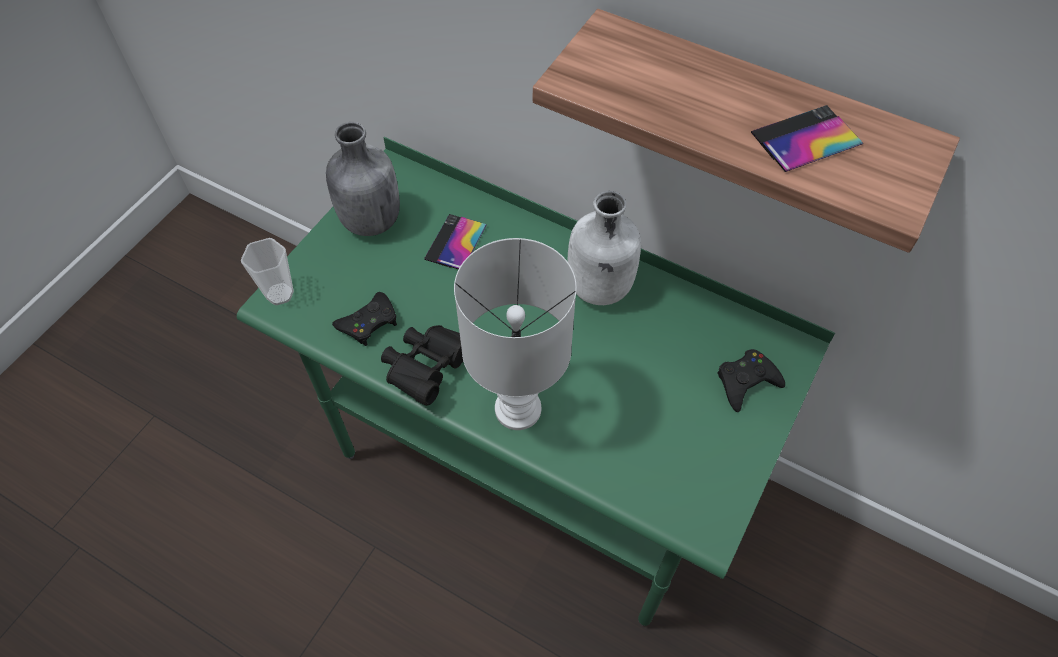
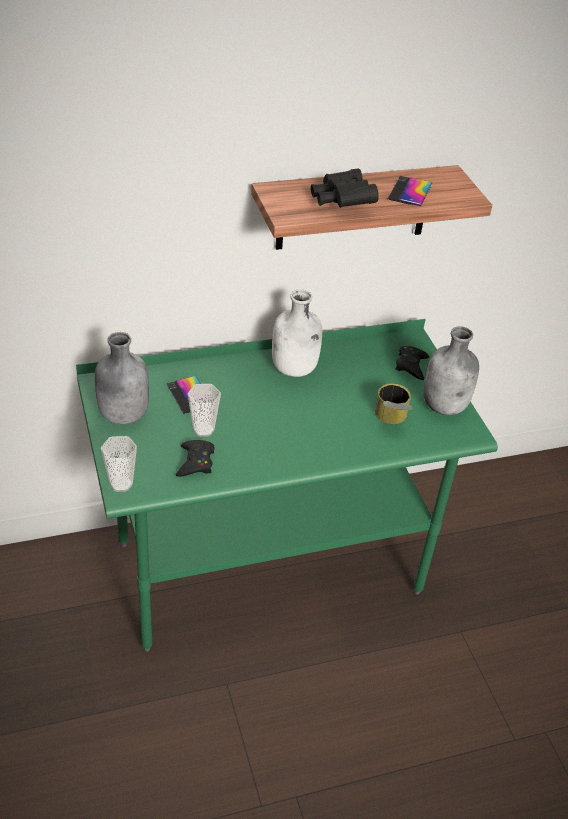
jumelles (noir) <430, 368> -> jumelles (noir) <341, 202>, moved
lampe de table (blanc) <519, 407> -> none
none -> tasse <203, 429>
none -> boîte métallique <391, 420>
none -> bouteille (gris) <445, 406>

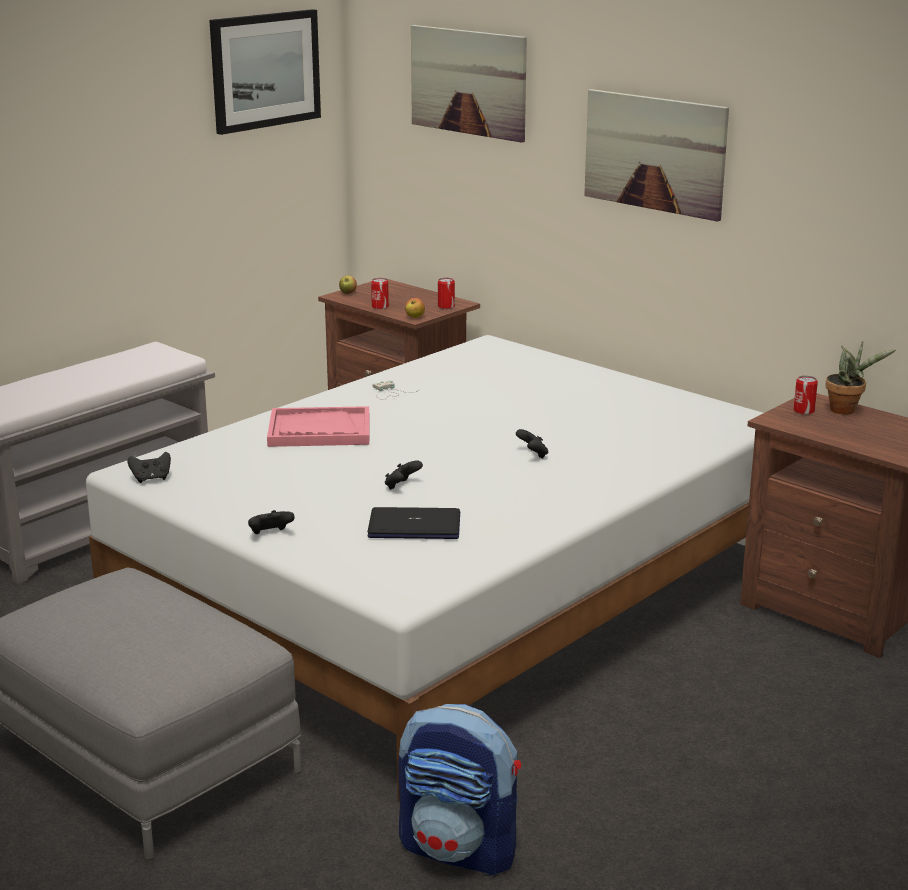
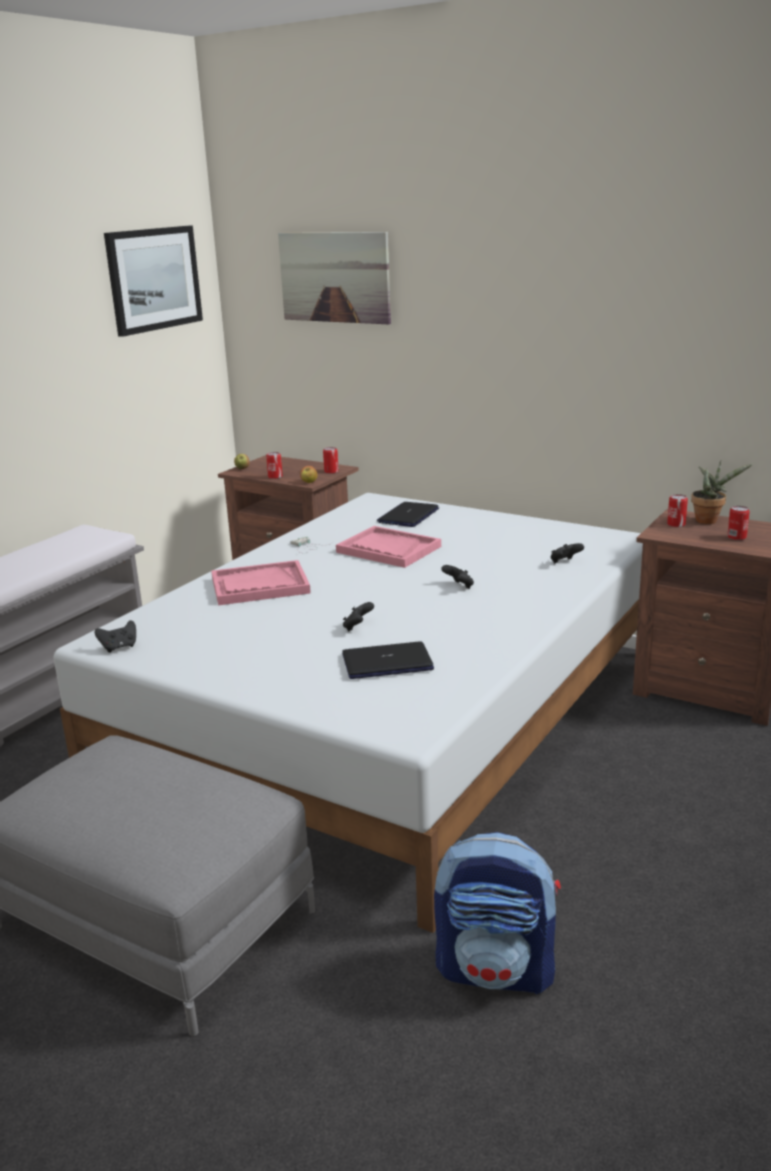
manette (noir) <270, 534> -> manette (noir) <565, 562>, moved
tableau <654, 153> -> none
none -> plateau (rose) <388, 549>
none -> ordinateur portable <408, 516>
none -> boîte métallique <736, 537>

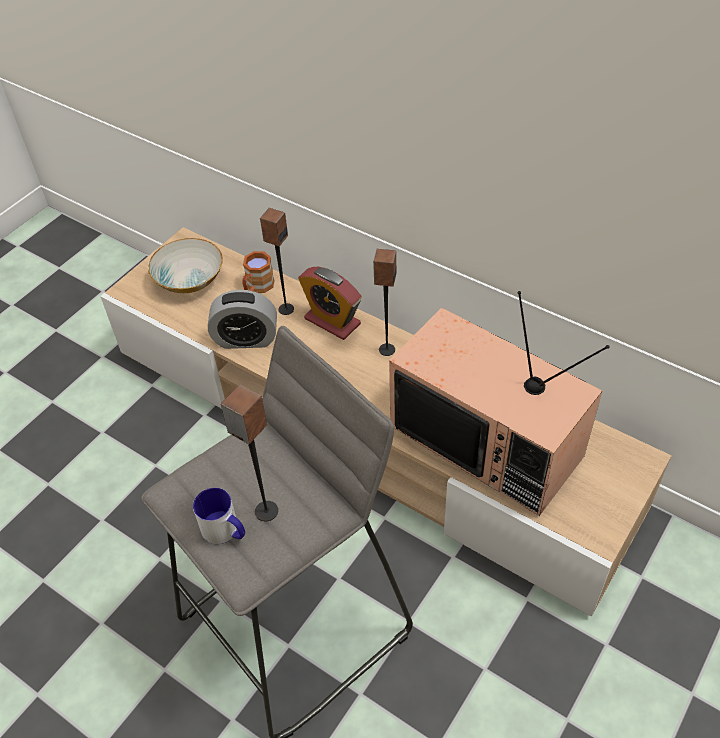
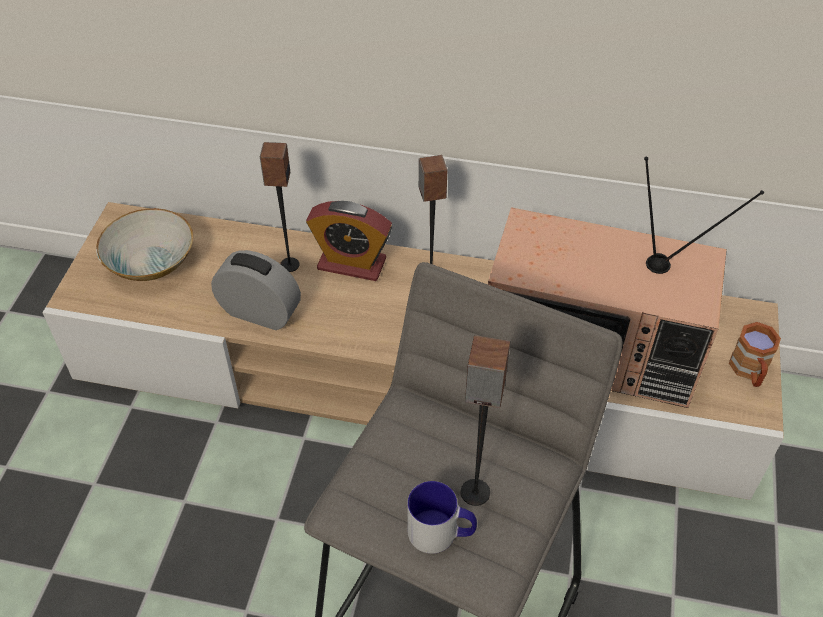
réveil <246, 339> -> réveil <260, 312>, 135 degrees counterclockwise
mug (marron) <257, 287> -> mug (marron) <749, 371>, moved

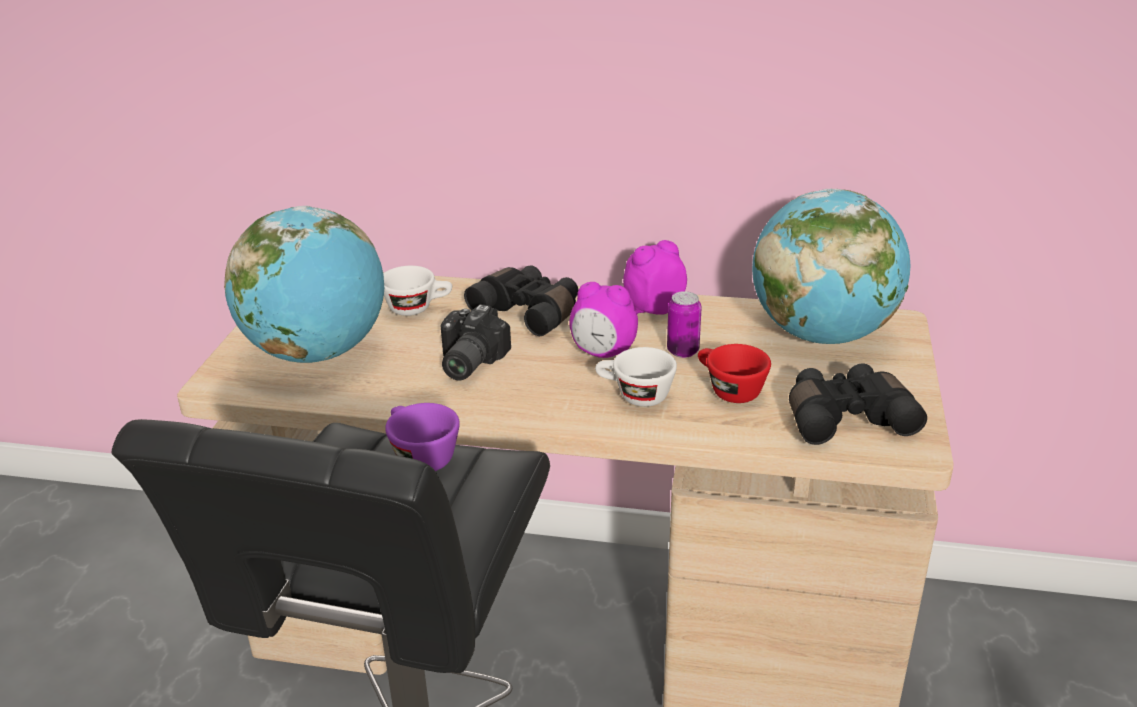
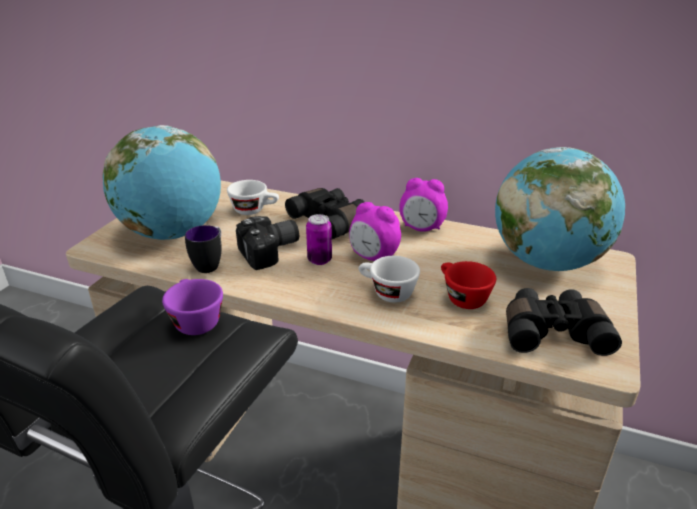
appareil photo <466, 362> -> appareil photo <271, 252>, 150 degrees counterclockwise
réveil <653, 308> -> réveil <421, 229>, 150 degrees counterclockwise
boîte métallique <682, 351> -> boîte métallique <319, 260>, moved
none -> mug <210, 264>

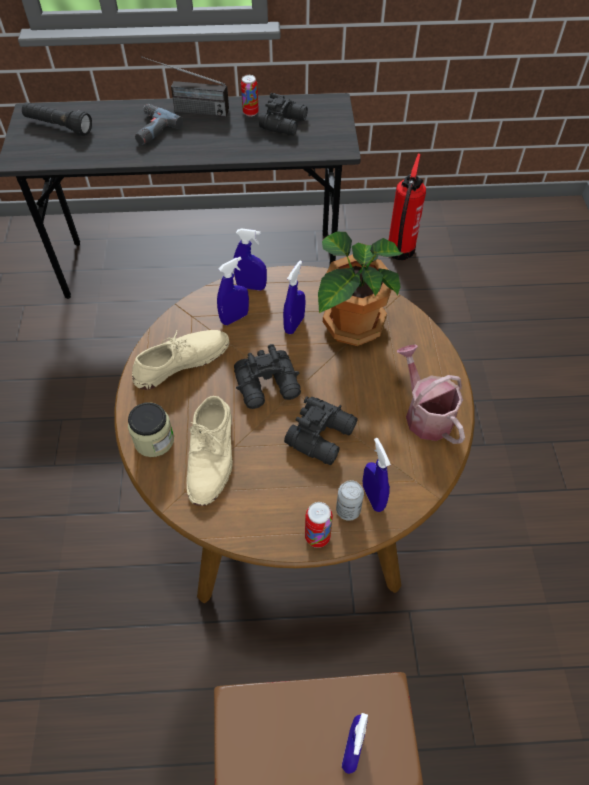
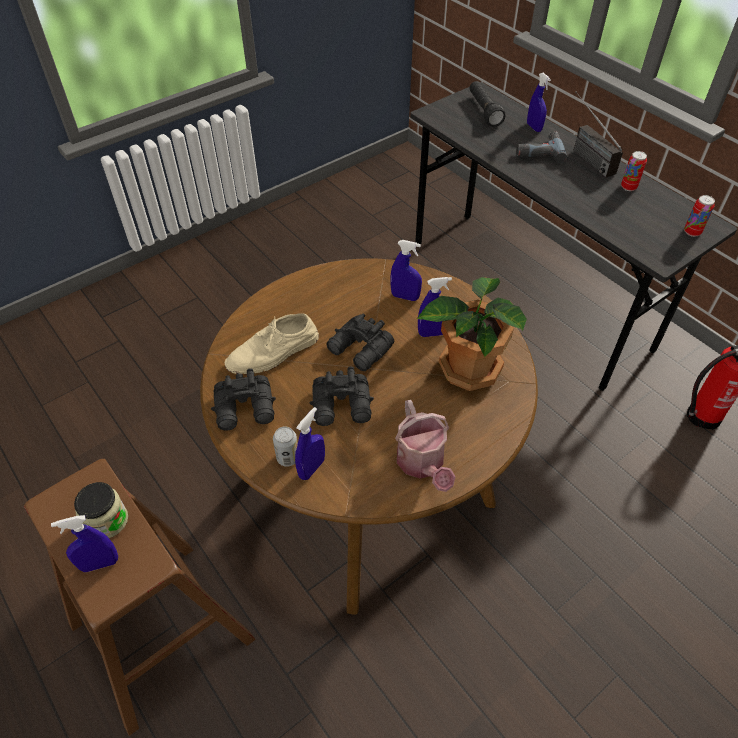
bocal <154, 440> -> bocal <107, 521>, moved
chaussure (beige) <181, 361> -> none
vaporisateur (bleu) <251, 286> -> vaporisateur (bleu) <534, 127>, moved
jumelles (noir) <285, 123> -> jumelles (noir) <246, 409>, moved
boîte métallique <317, 537> -> boîte métallique <692, 232>, moved
arrosoir <425, 414> -> arrosoir <422, 464>, 135 degrees clockwise

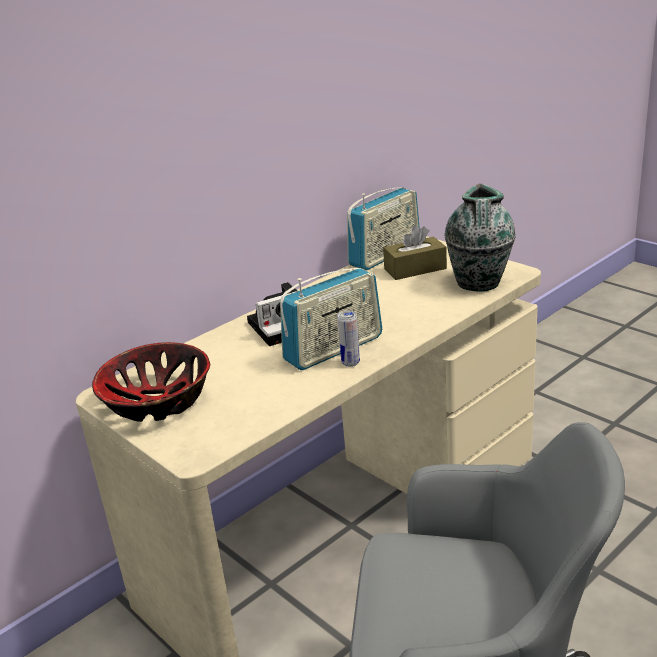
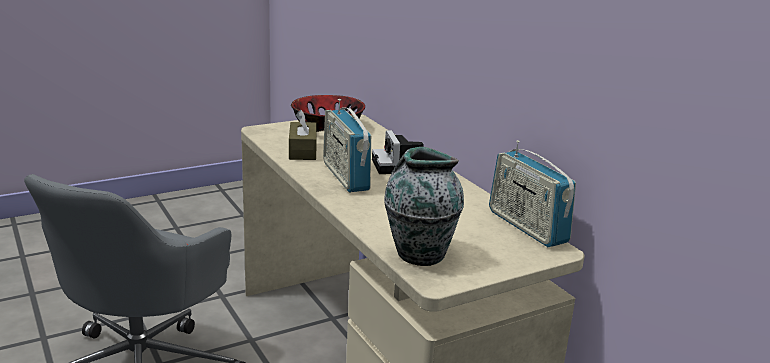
boîte métallique <350, 363> -> none
boîte à mouchoirs (marron) <415, 269> -> boîte à mouchoirs (marron) <302, 150>, moved

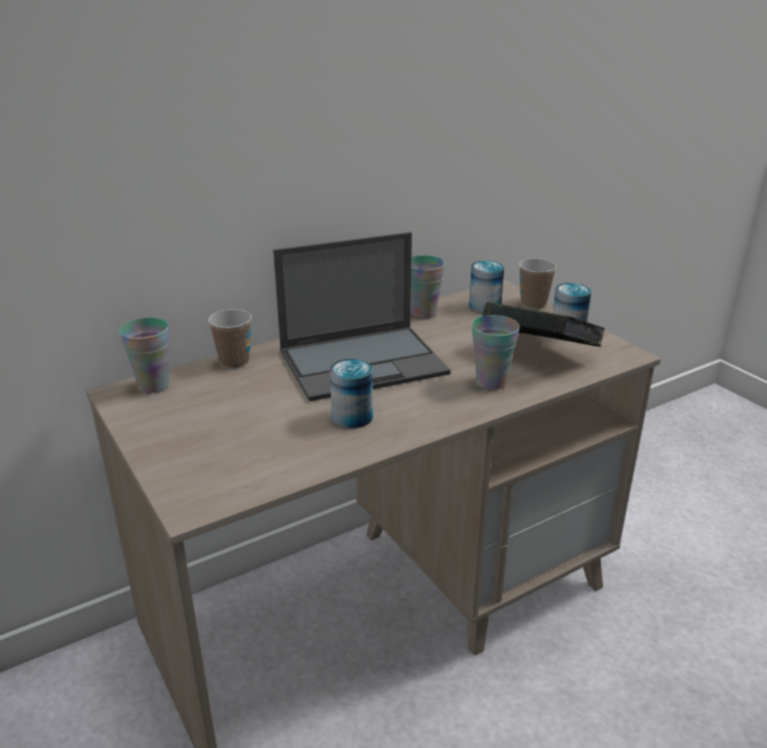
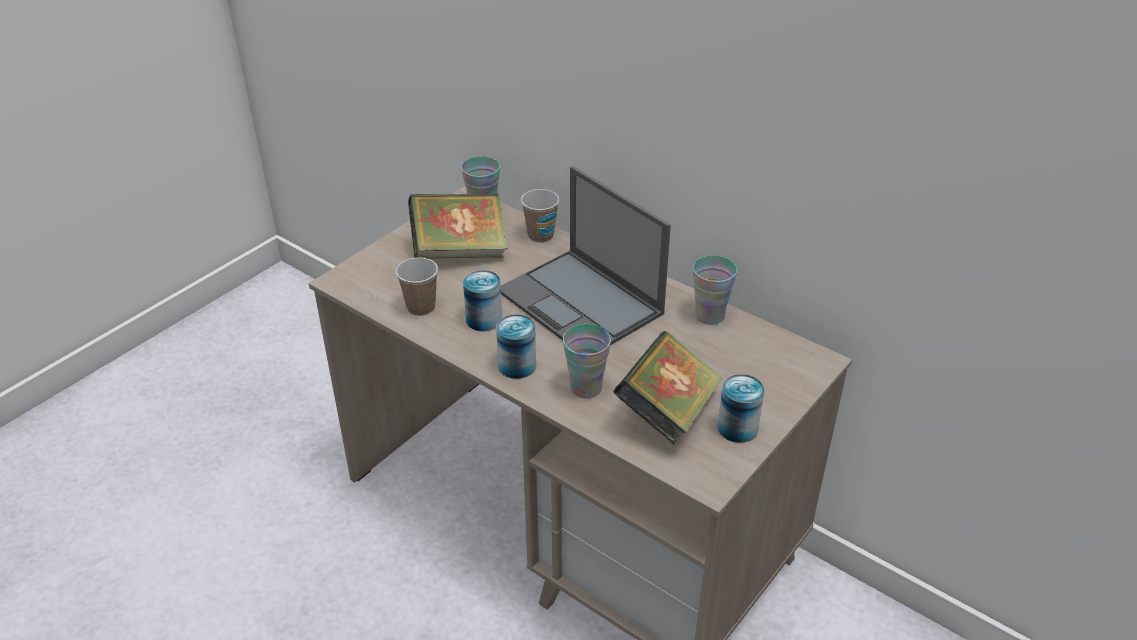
boîte métallique <485, 306> -> boîte métallique <517, 365>, moved
tasse <533, 304> -> tasse <421, 307>, moved
none -> livre <460, 251>

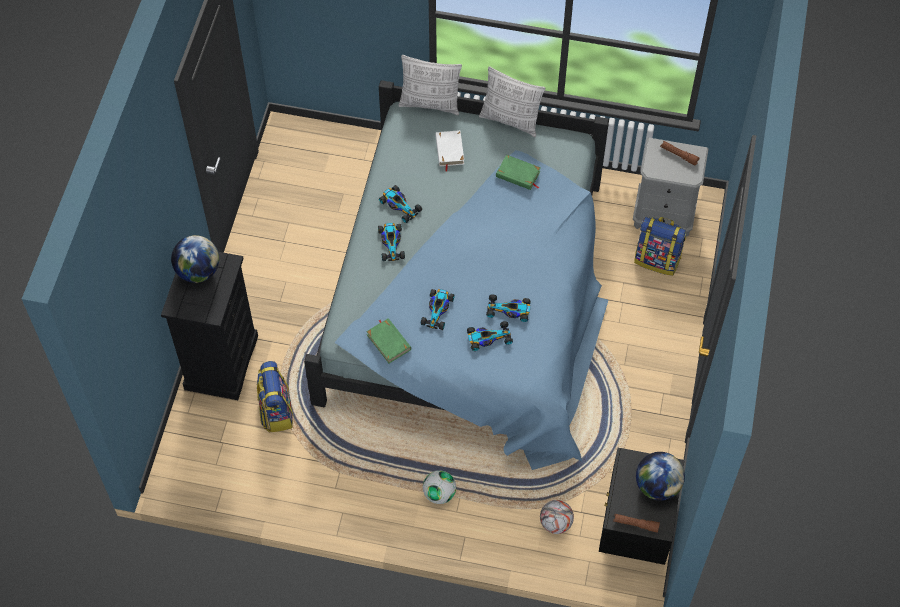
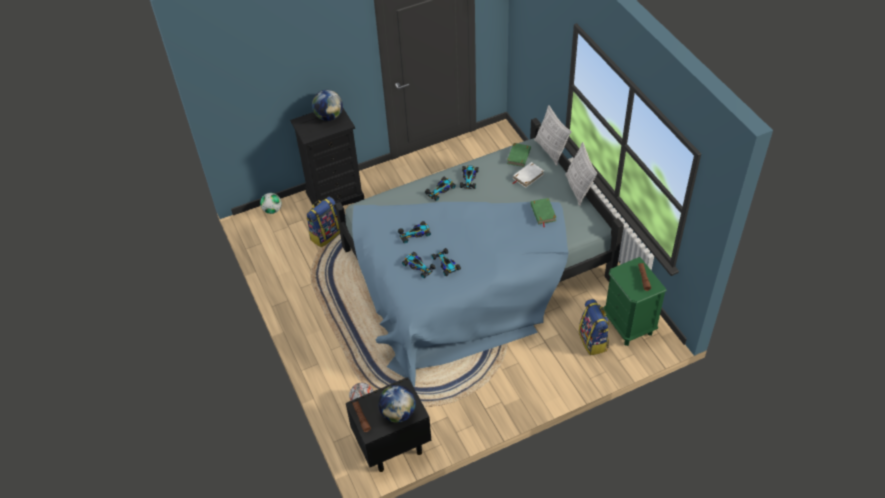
livre (vert) <389, 342> -> livre (vert) <519, 156>, moved
ballon de foot <439, 494> -> ballon de foot <272, 210>, moved
table de chevet (gris) <664, 215> -> table de chevet (vert) <628, 324>

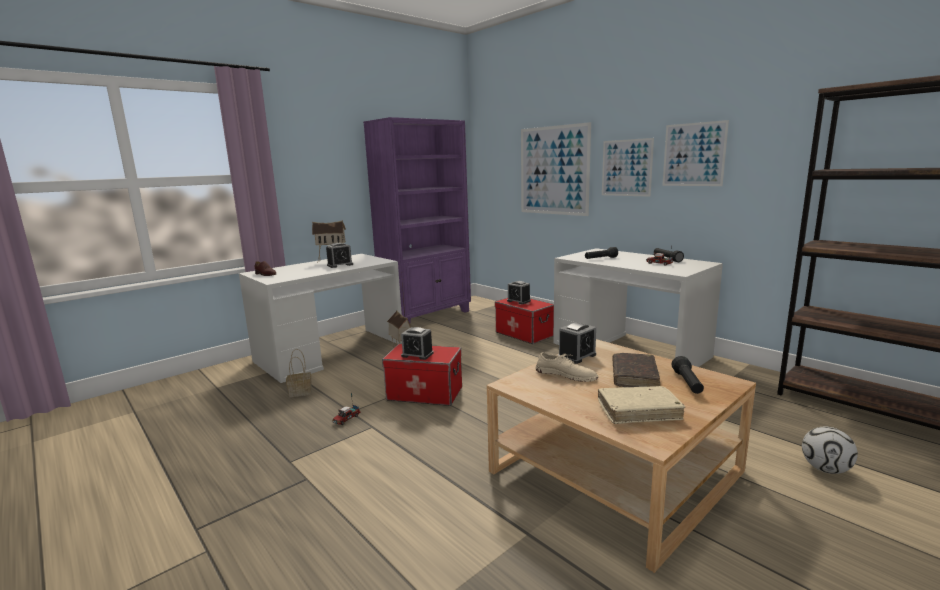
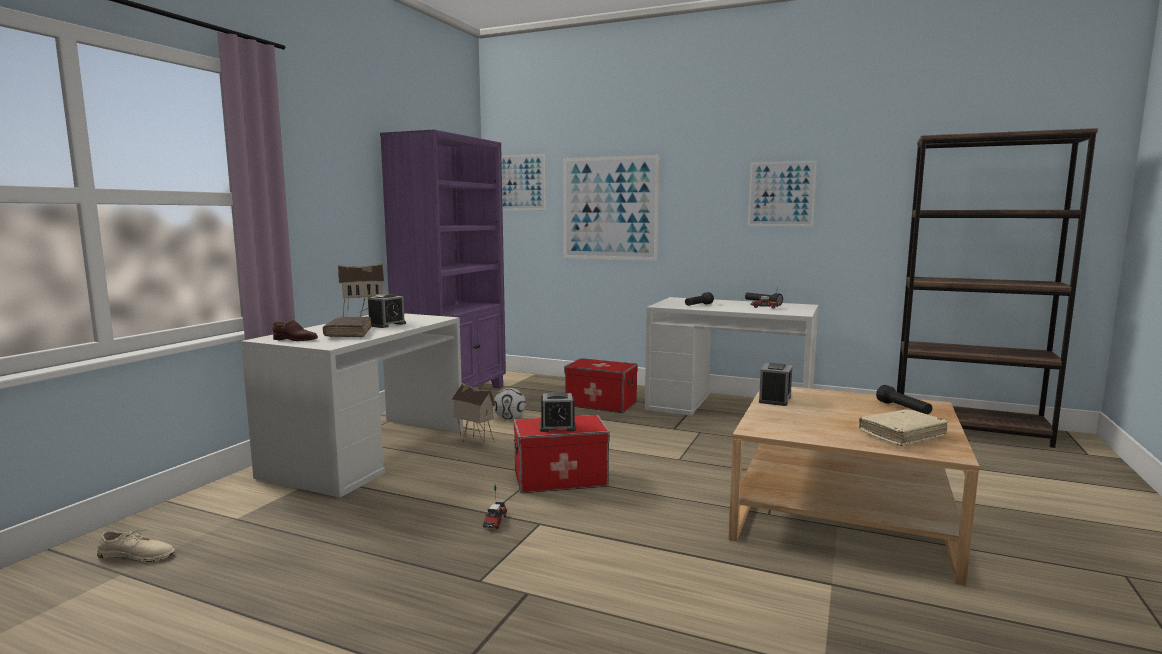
panier <301, 392> -> none
réveil <518, 301> -> none
chaussure (beige) <566, 374> -> chaussure (beige) <137, 554>, moved
tableau <626, 168> -> tableau <521, 182>, moved
livre (marron) <634, 377> -> livre (marron) <348, 333>, moved
ballon de foot <825, 469> -> ballon de foot <510, 419>, moved

